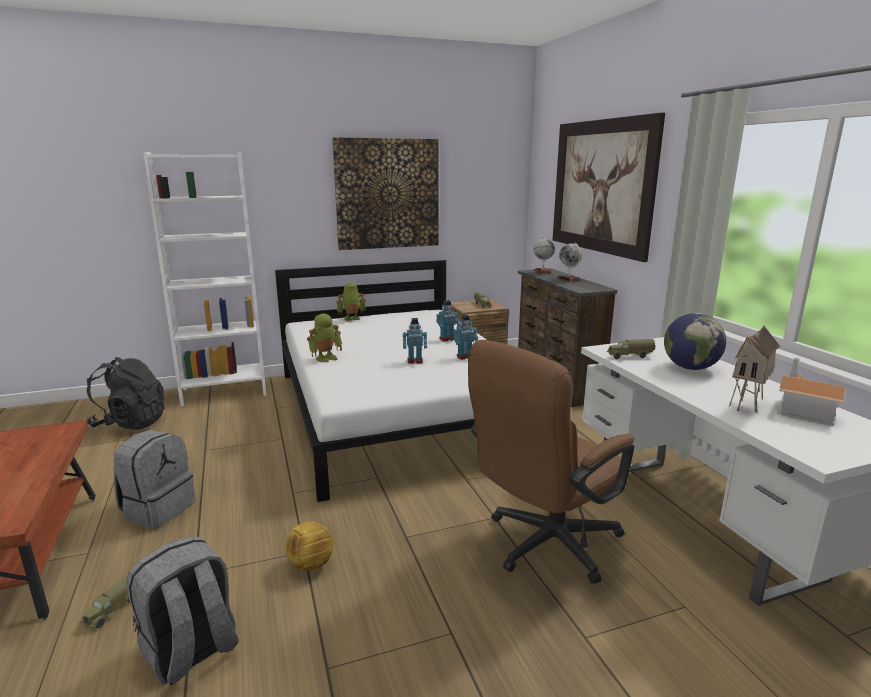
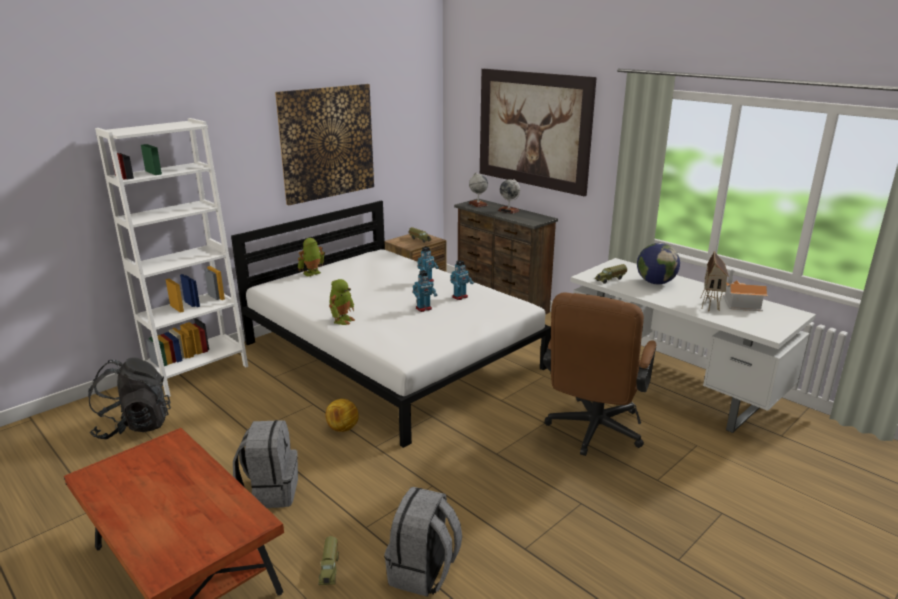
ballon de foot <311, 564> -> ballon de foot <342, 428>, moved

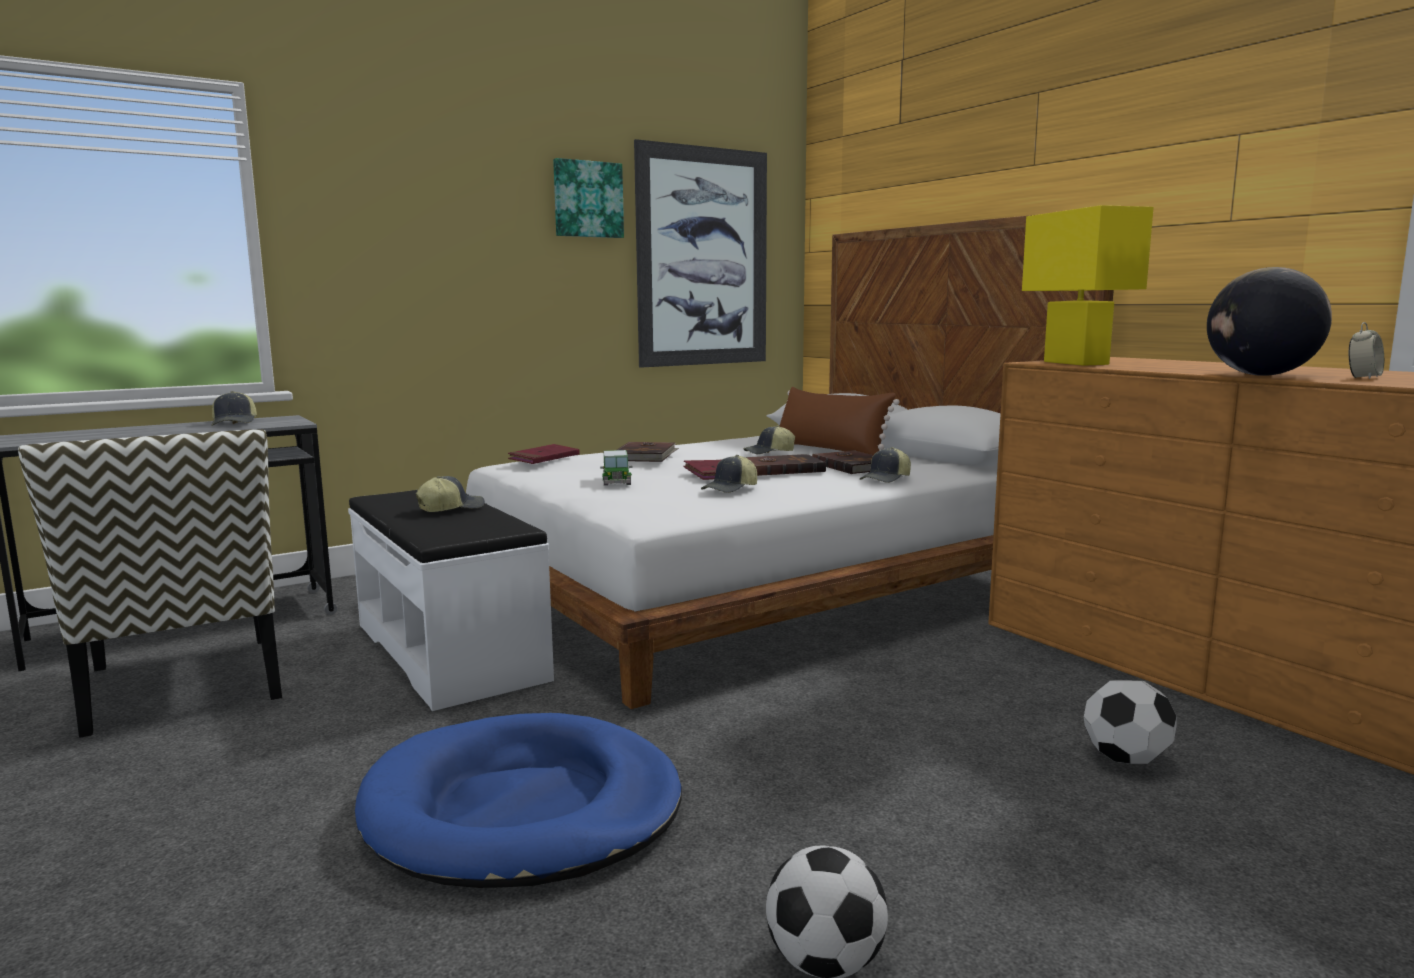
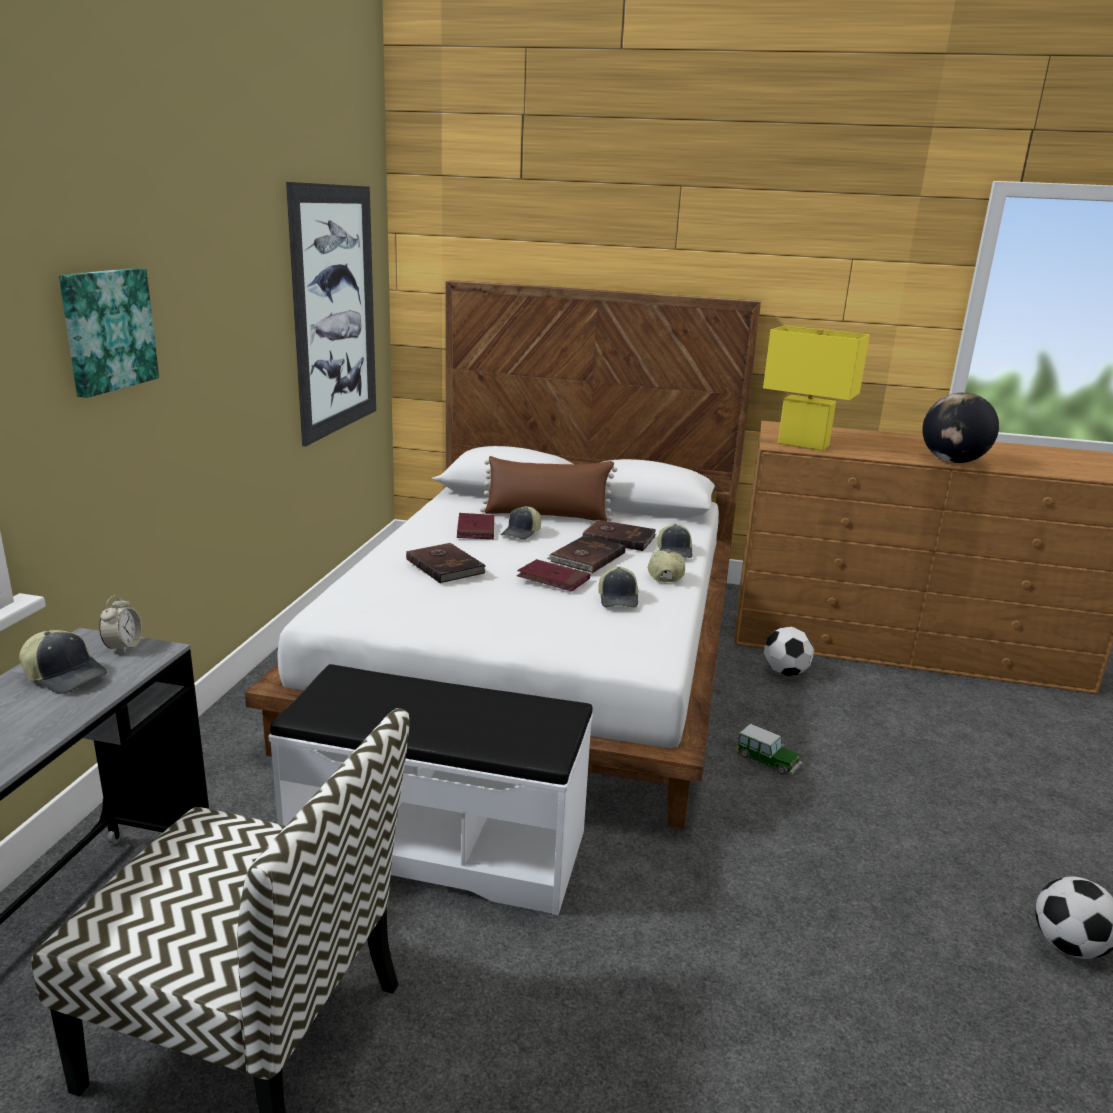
panier pour chien (bleu) <522, 809> -> none
casquette <451, 508> -> casquette <664, 574>, moved
livre (rouge) <544, 458> -> livre (rouge) <475, 529>, moved
tableau <587, 199> -> tableau <107, 330>, moved
petite voiture <616, 481> -> petite voiture <768, 761>, moved
ballon de foot <1126, 759> -> ballon de foot <785, 672>, moved
réveil <1363, 378> -> réveil <123, 647>, moved

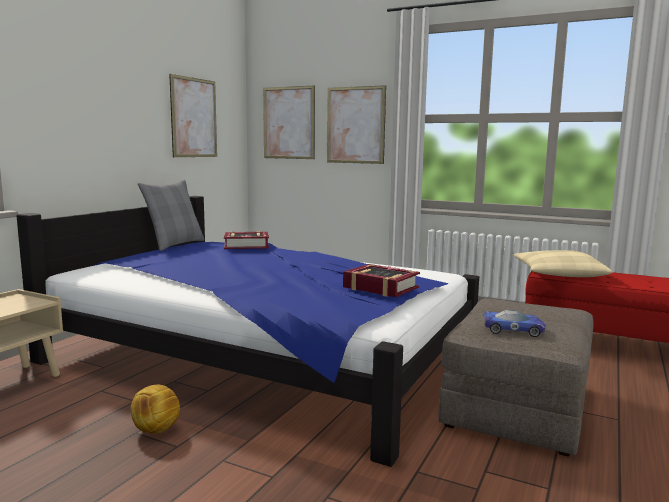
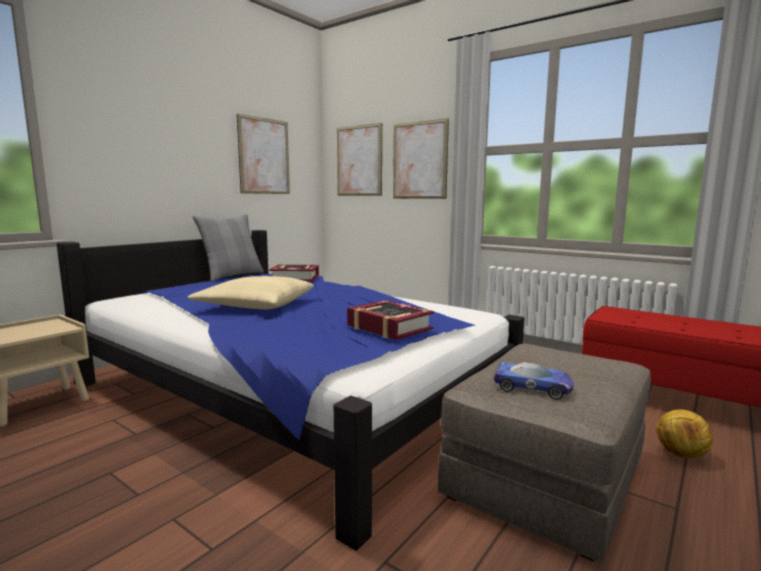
ballon de foot <156, 430> -> ballon de foot <680, 454>, moved
coussin (beige) <558, 274> -> coussin (beige) <255, 305>, moved

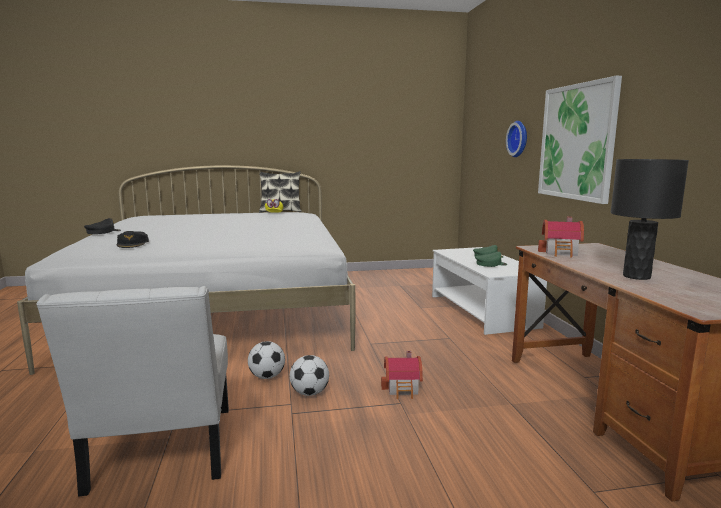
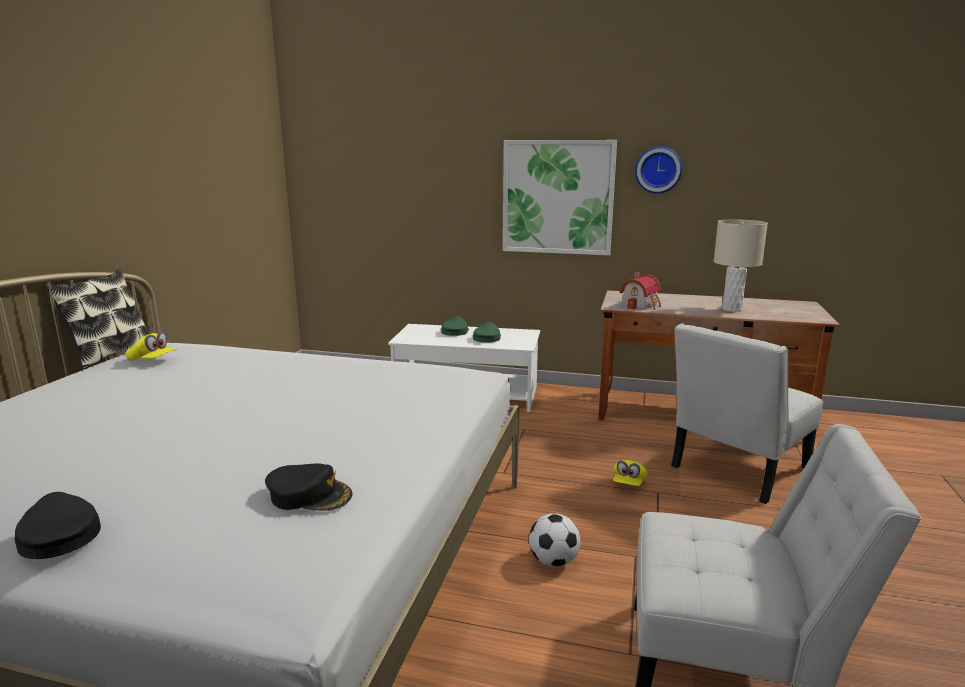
ballon de foot <309, 393> -> none
maison miniature <403, 388> -> casquette (jaune) <629, 483>
horloge murale <519, 139> -> horloge murale <658, 170>, moved
lampe de table (noir) <637, 276> -> lampe de table (beige) <732, 309>
none -> chaise (blanc) <735, 470>

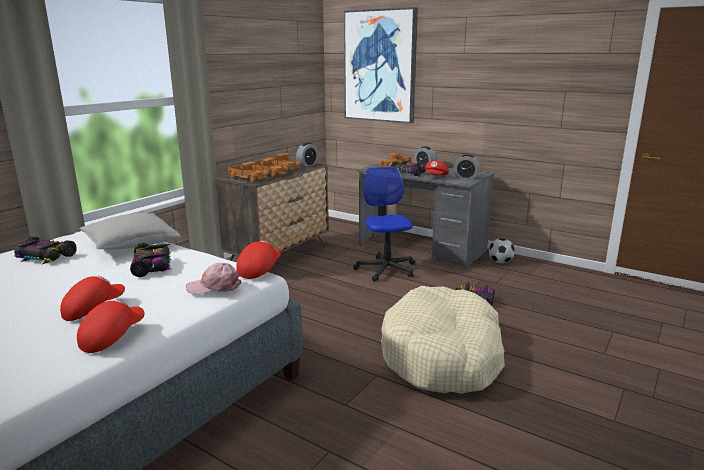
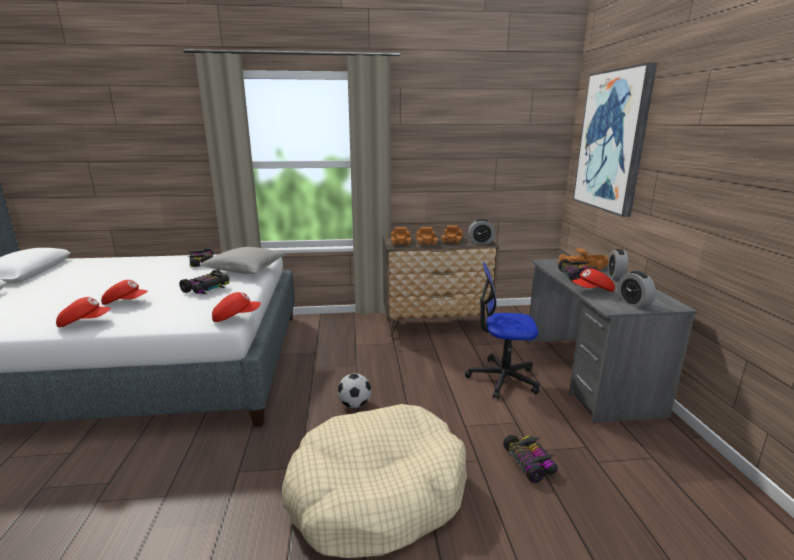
casquette (rose) <214, 286> -> none
chaise de bureau <386, 269> -> chaise de bureau <502, 379>, 120 degrees counterclockwise
ballon de foot <500, 262> -> ballon de foot <354, 404>, moved

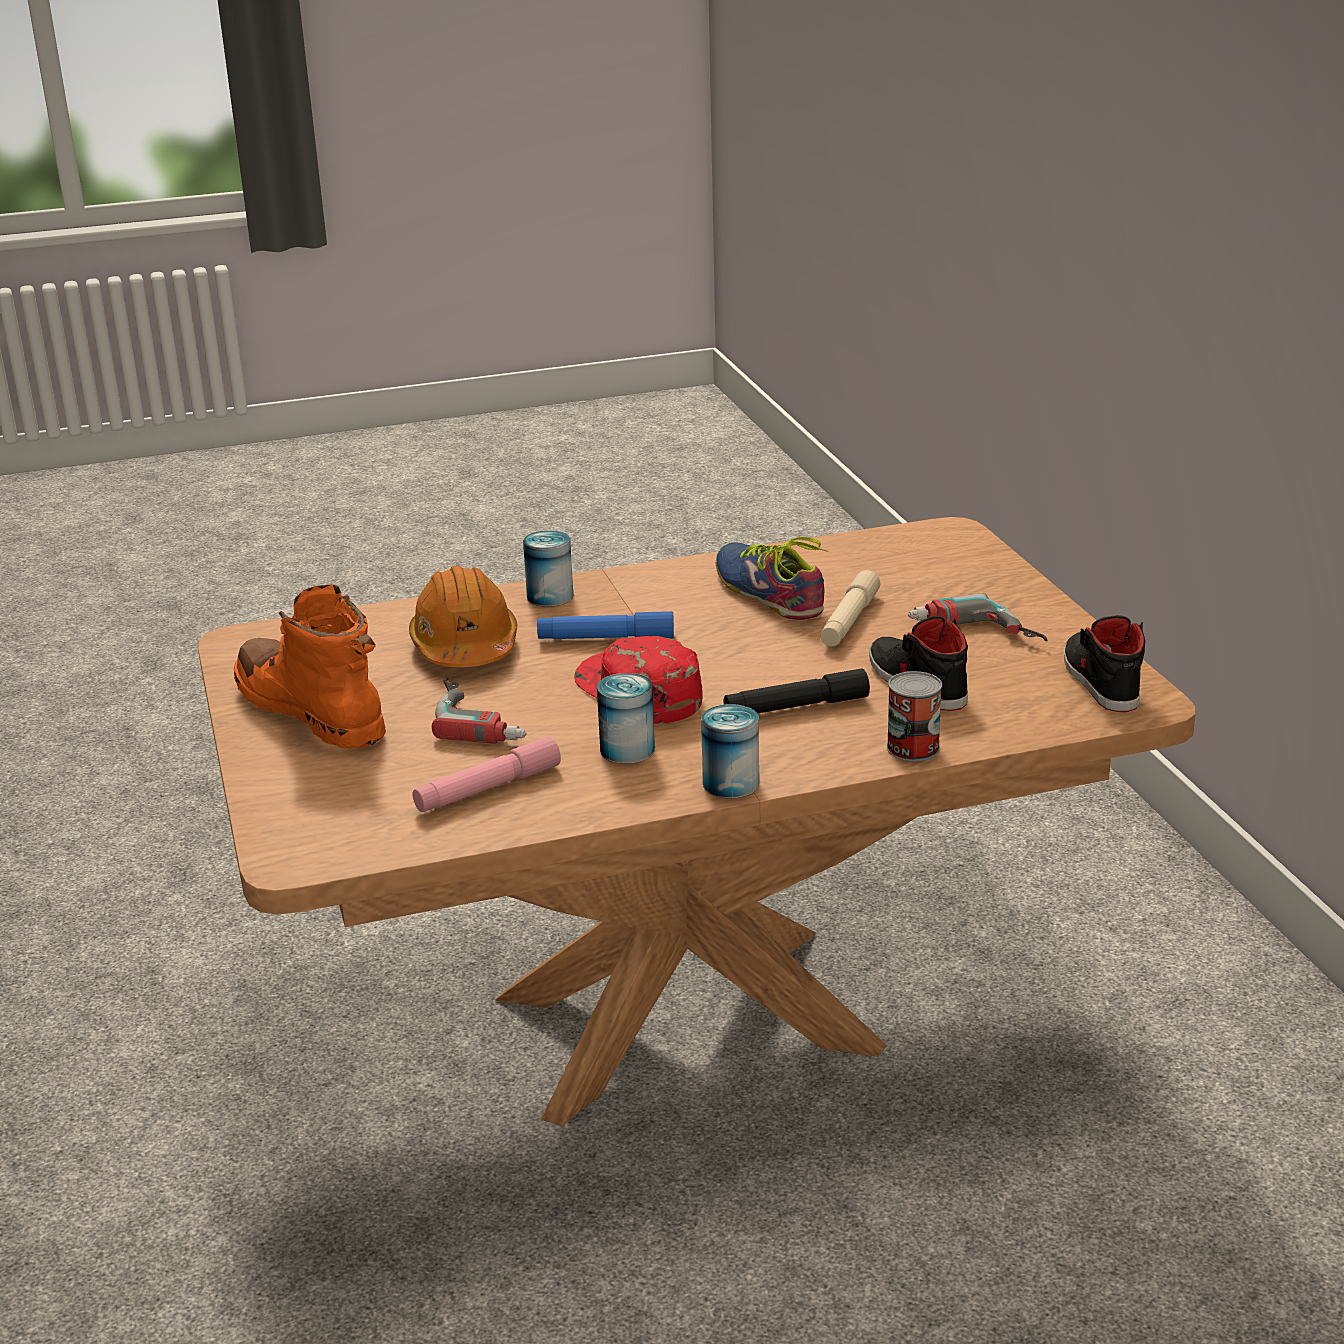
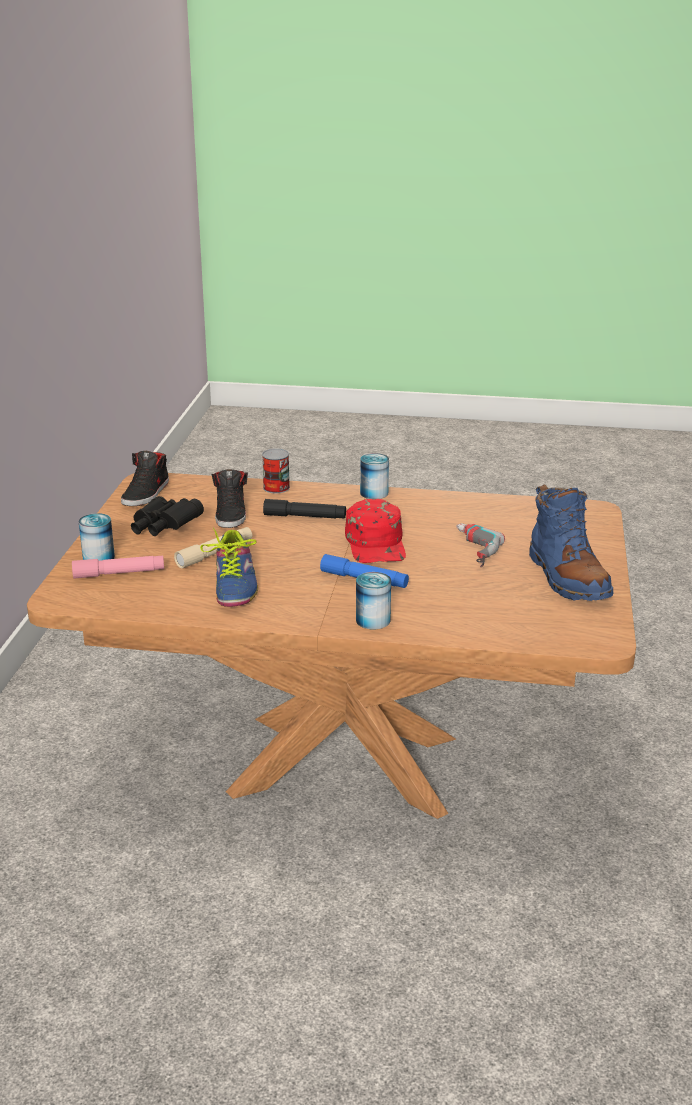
botte (orange) <312, 711> -> botte (bleu) <567, 577>
casque de chantier (orange) <465, 647> -> none
lampe de poche (rose) <488, 788> -> lampe de poche (rose) <119, 573>, moved
boîte métallique <627, 750> -> boîte métallique <98, 558>, moved
perceuse <974, 635> -> jumelles (noir) <164, 529>

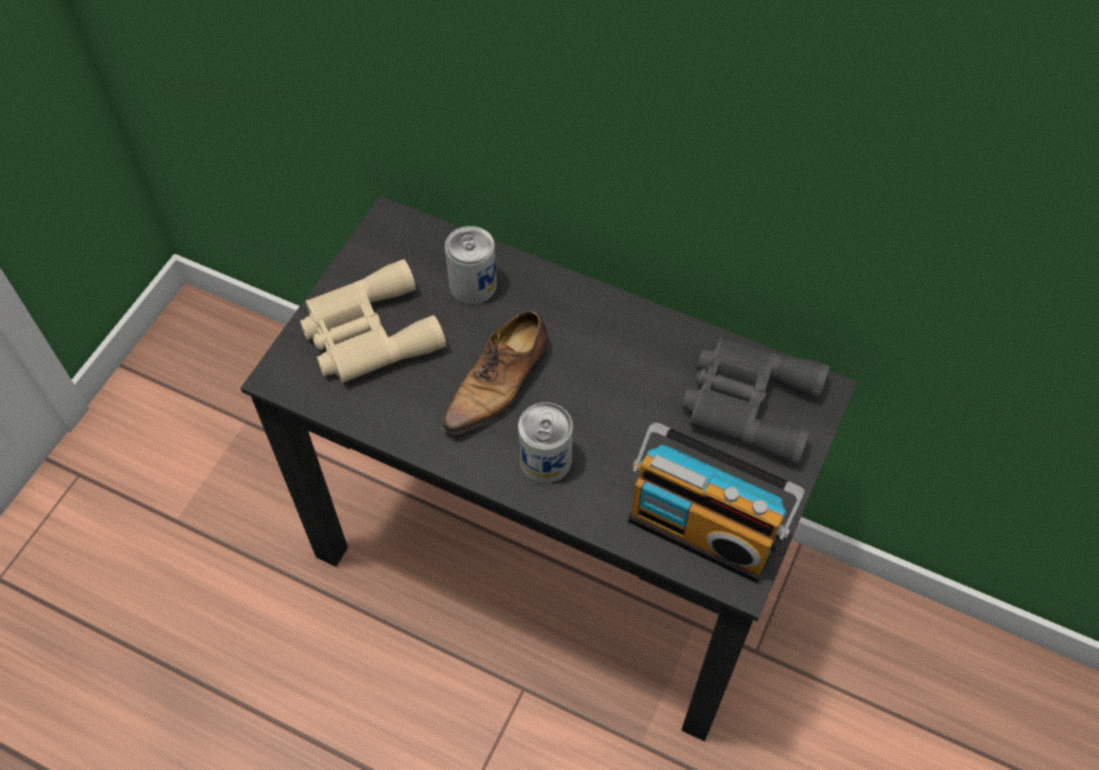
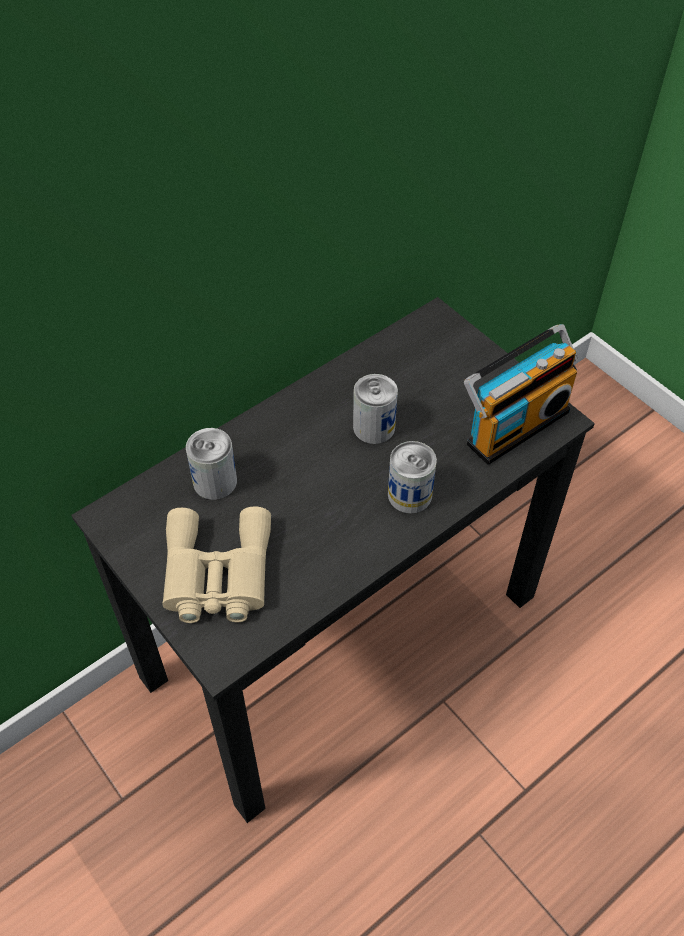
chaussure <499, 384> -> none
jumelles (gris) <747, 402> -> none
none -> boîte métallique <374, 427>

